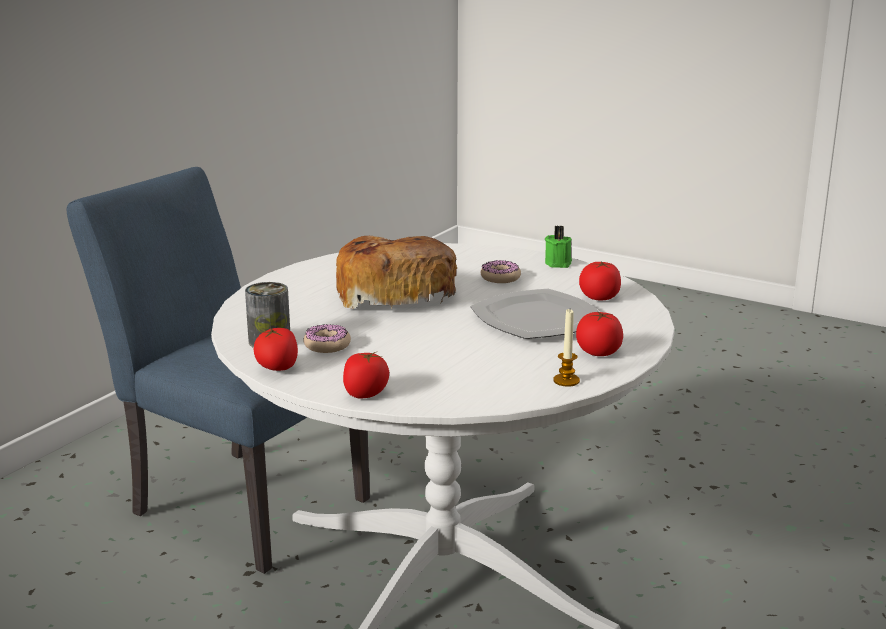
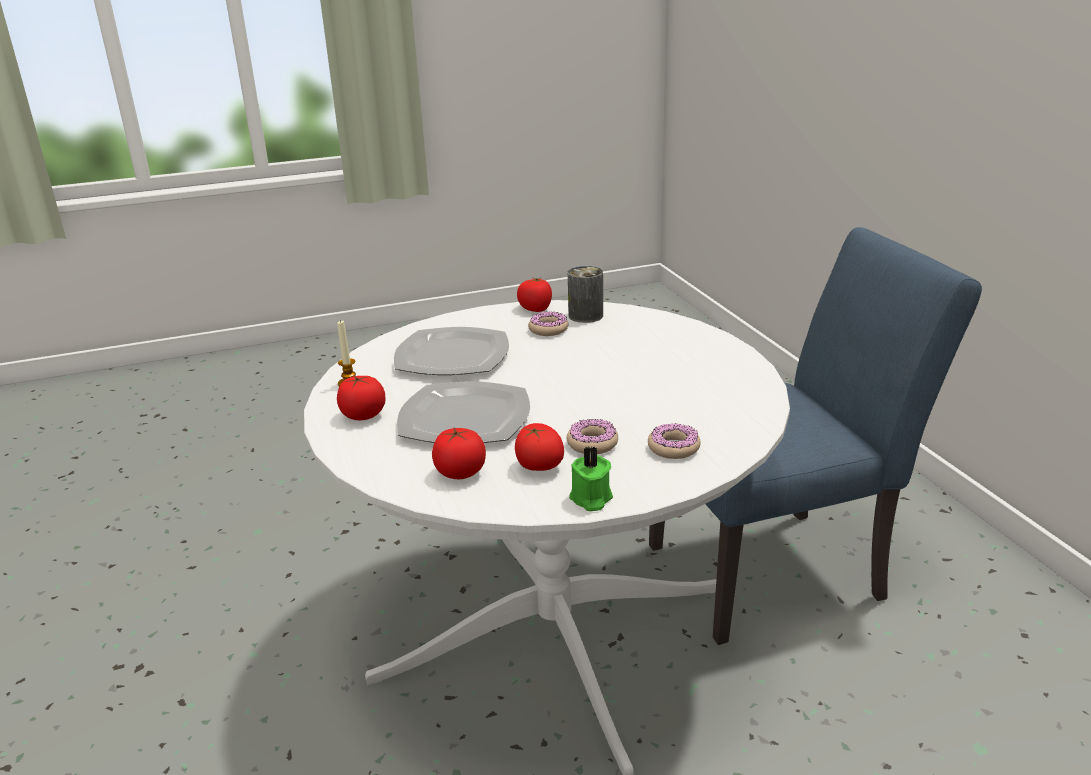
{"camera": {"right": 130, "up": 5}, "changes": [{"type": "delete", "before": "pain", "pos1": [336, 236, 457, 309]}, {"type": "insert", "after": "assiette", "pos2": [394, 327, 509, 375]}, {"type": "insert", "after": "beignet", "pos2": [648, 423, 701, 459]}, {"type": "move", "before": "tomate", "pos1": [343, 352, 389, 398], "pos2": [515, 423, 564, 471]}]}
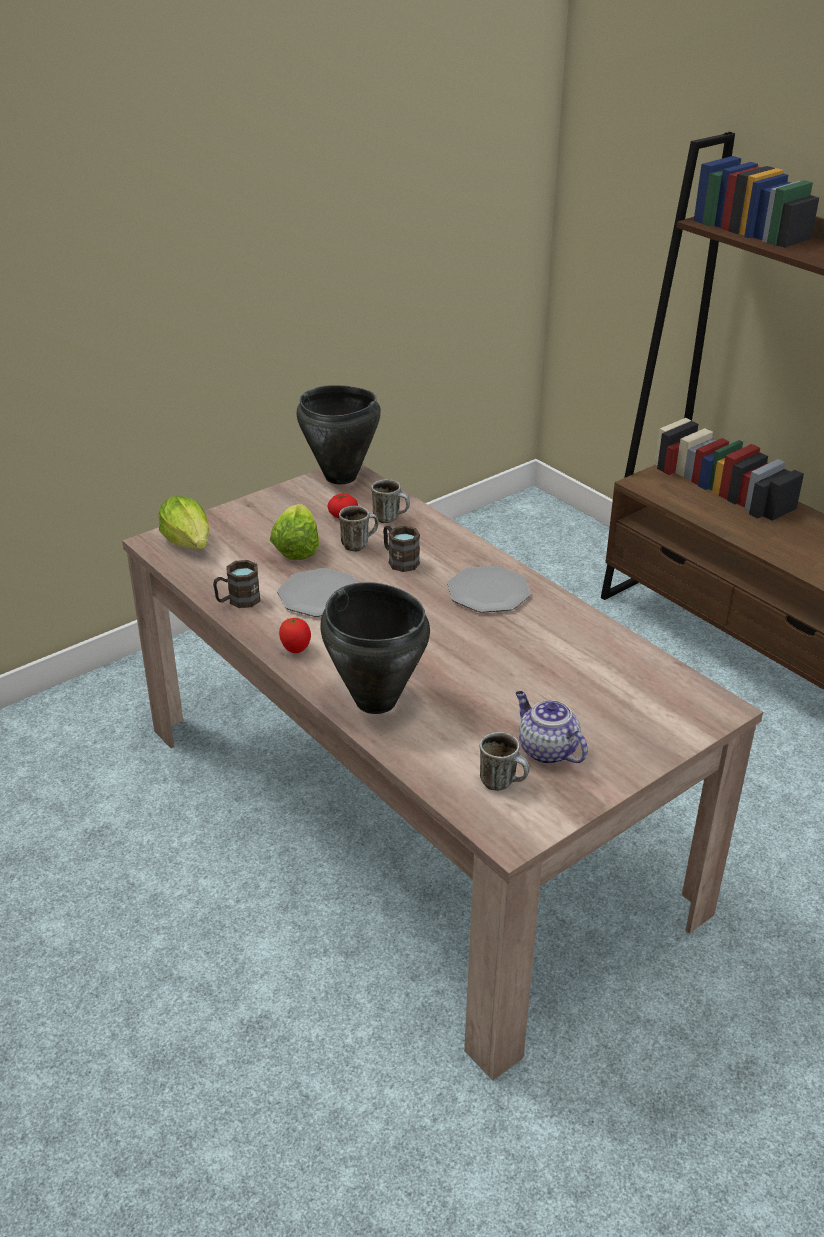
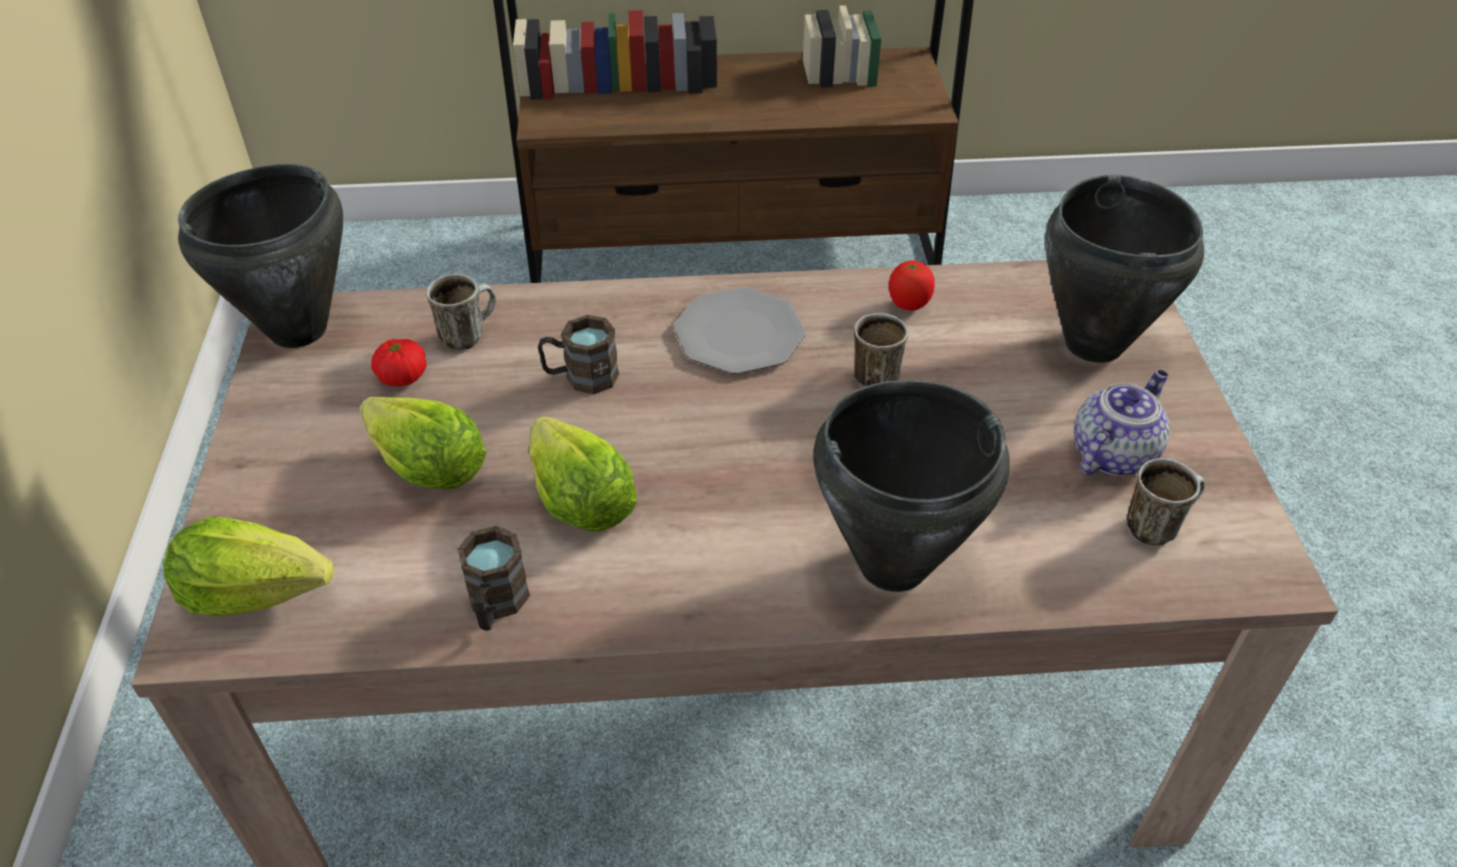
{"camera": {"right": -55, "up": 10}, "changes": [{"type": "insert", "after": "marmite/noir", "pos2": [1045, 175, 1204, 363]}, {"type": "move", "before": "tomate", "pos1": [279, 617, 311, 653], "pos2": [889, 260, 935, 311]}, {"type": "move", "before": "mug", "pos1": [339, 506, 379, 551], "pos2": [854, 313, 908, 387]}, {"type": "replace", "before": "assiette", "after": "laitue", "pos1": [277, 568, 357, 617], "pos2": [529, 416, 637, 532]}, {"type": "rotate", "before": "théière", "pos1": [516, 691, 588, 764], "pos2": [1074, 370, 1170, 476], "turn": 135}]}
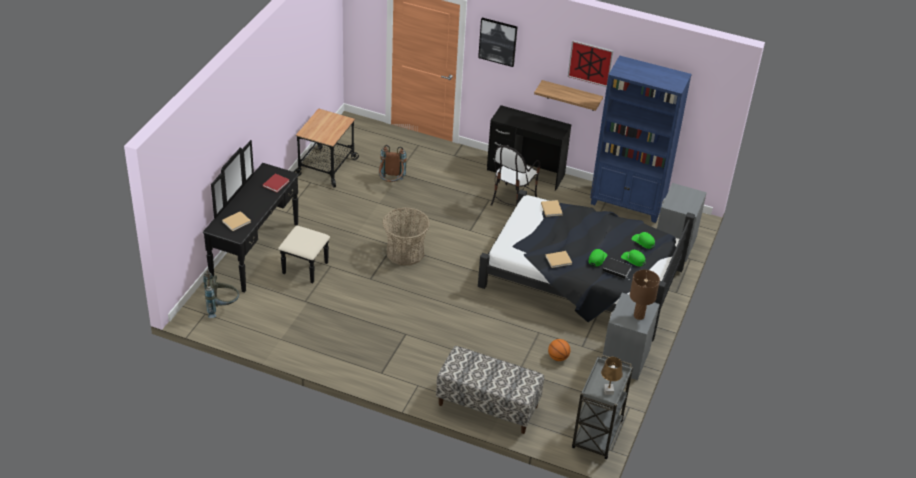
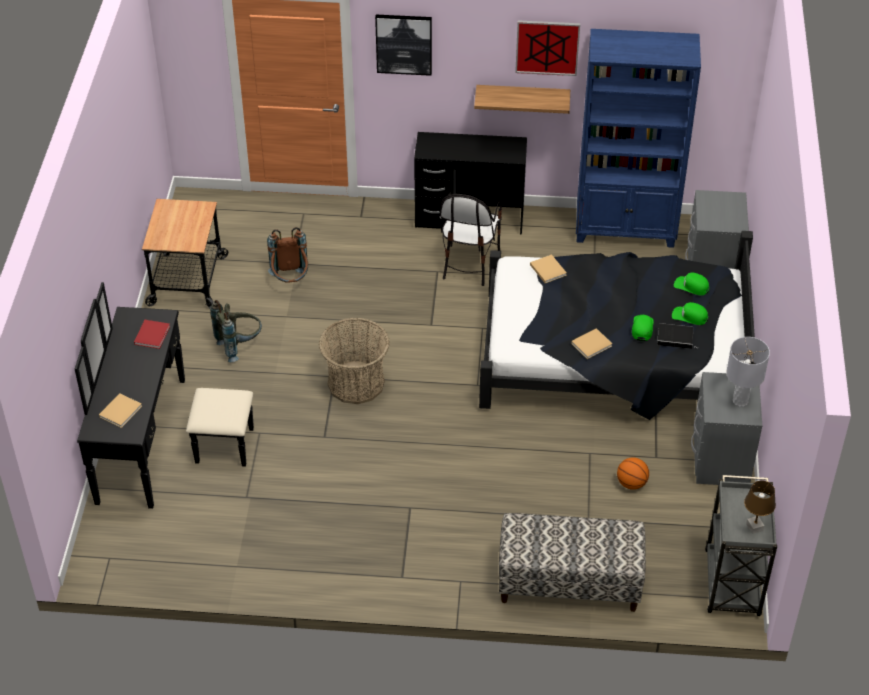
{"camera": {"right": -15, "up": 5}, "changes": [{"type": "move", "before": "sac à dos/gris", "pos1": [203, 270, 239, 318], "pos2": [210, 300, 262, 362]}, {"type": "recolor", "before": "lampe de table/marron", "after": "lampe de table/gris", "pos1": [630, 270, 660, 320], "pos2": [726, 337, 770, 407]}]}
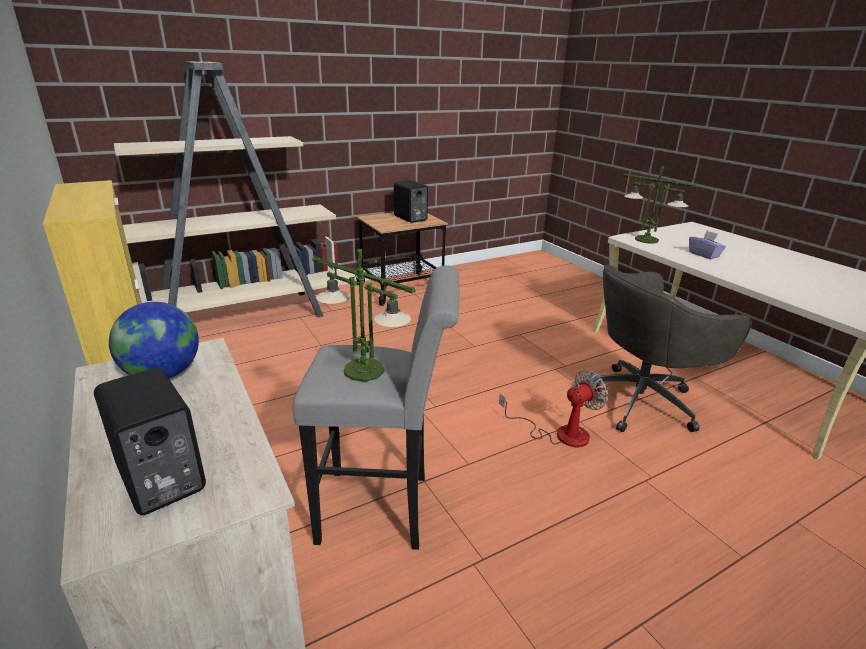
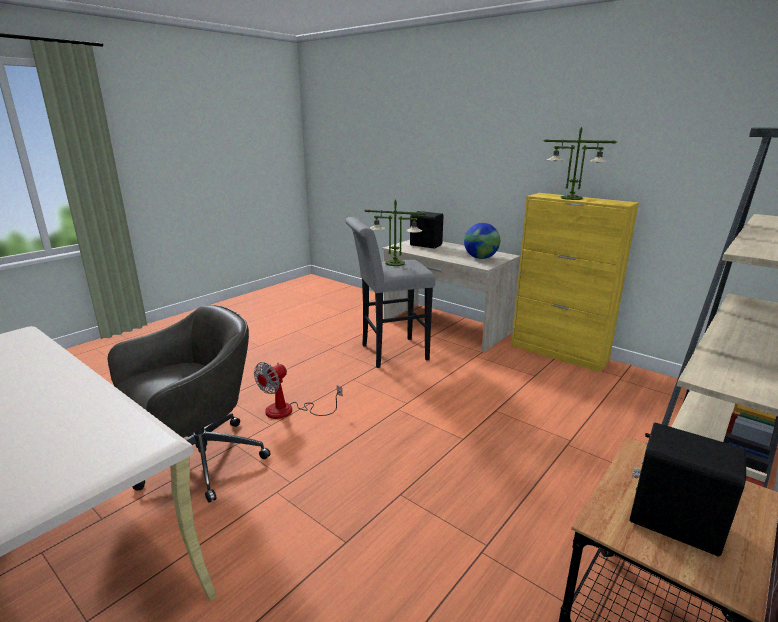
{"camera": {"right": 160, "up": -5}, "changes": [{"type": "delete", "before": "boîte à mouchoirs/violet", "pos1": [689, 231, 726, 259]}, {"type": "move", "before": "lampe de table", "pos1": [624, 165, 699, 244], "pos2": [544, 127, 617, 200]}]}
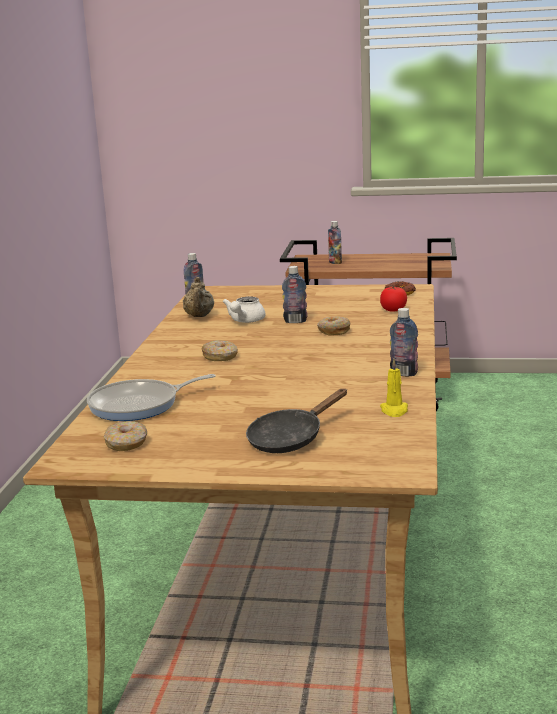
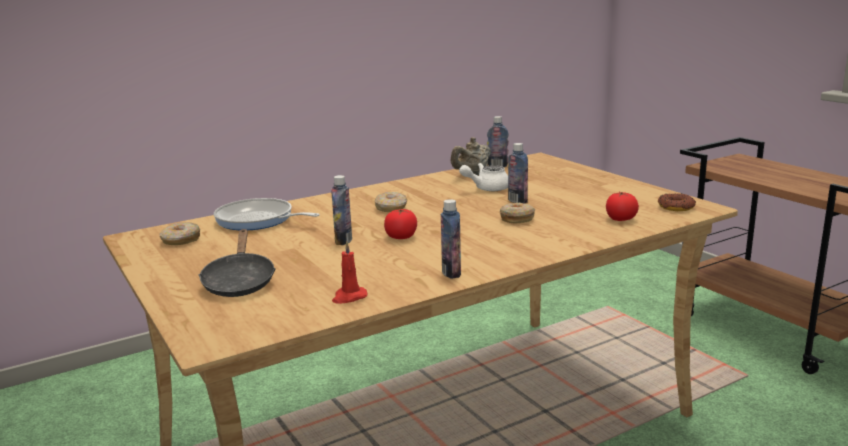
{"camera": {"right": 50, "up": 0}, "changes": [{"type": "insert", "after": "tomate", "pos2": [384, 209, 417, 239]}, {"type": "move", "before": "bouteille", "pos1": [328, 221, 342, 264], "pos2": [331, 175, 352, 245]}, {"type": "recolor", "before": "bougie/jaune", "after": "bougie/rouge", "pos1": [380, 359, 408, 417], "pos2": [332, 241, 368, 304]}, {"type": "rotate", "before": "poêle/noir", "pos1": [246, 389, 347, 453], "pos2": [199, 229, 276, 297], "turn": -105}]}
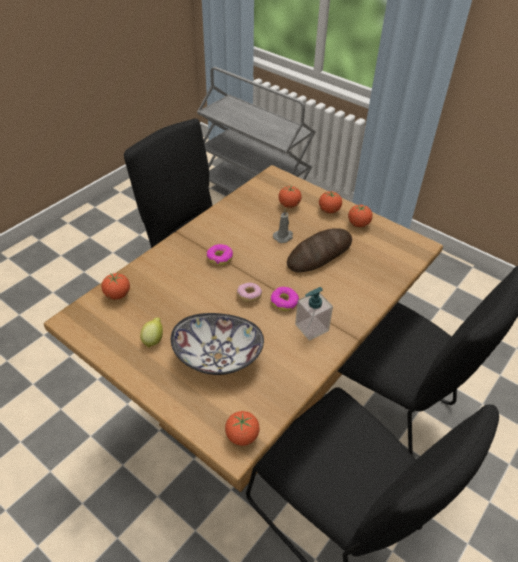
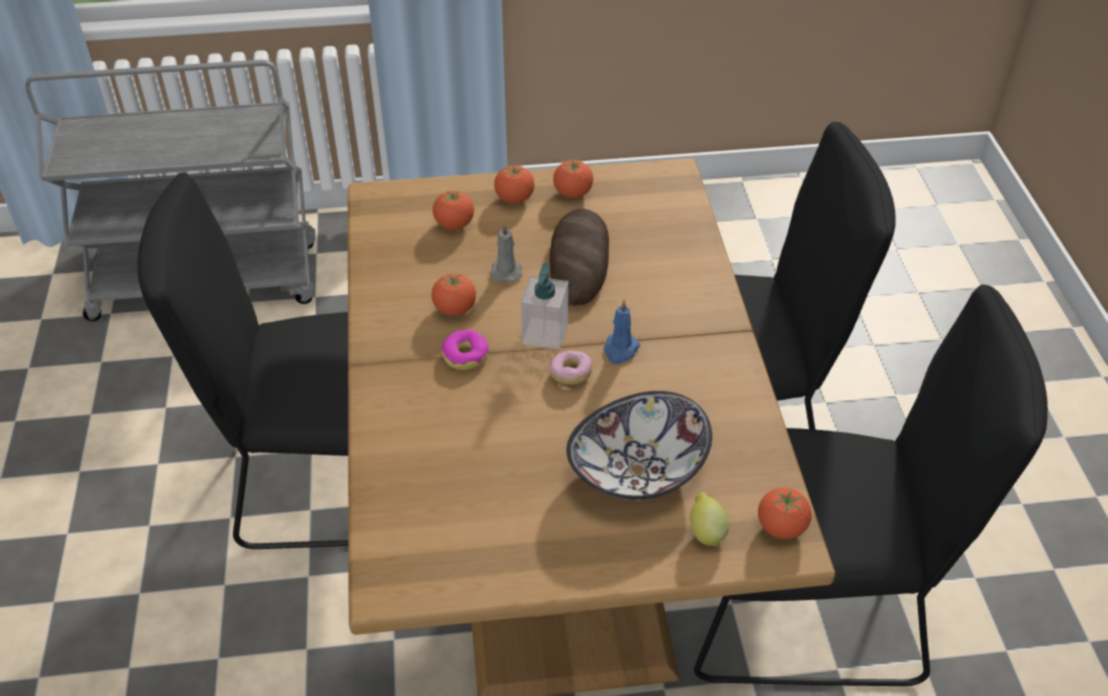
{"camera": {"right": -45, "up": 0}, "changes": [{"type": "move", "before": "tomate", "pos1": [101, 273, 130, 300], "pos2": [431, 274, 476, 316]}, {"type": "move", "before": "citron", "pos1": [140, 318, 163, 348], "pos2": [690, 492, 729, 547]}, {"type": "move", "before": "distributeur de savon", "pos1": [295, 287, 333, 341], "pos2": [521, 263, 568, 350]}, {"type": "replace", "before": "beignet", "after": "bougie/bleu", "pos1": [271, 287, 299, 311], "pos2": [604, 300, 640, 364]}]}
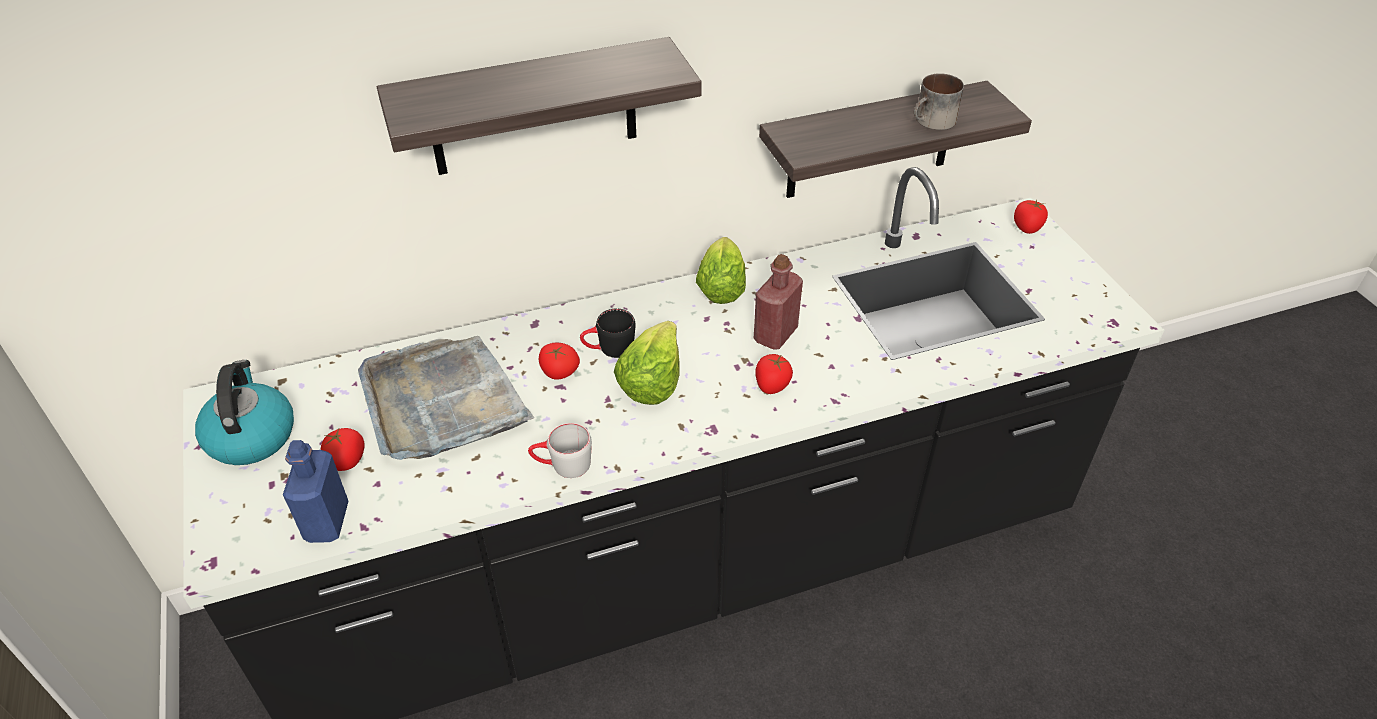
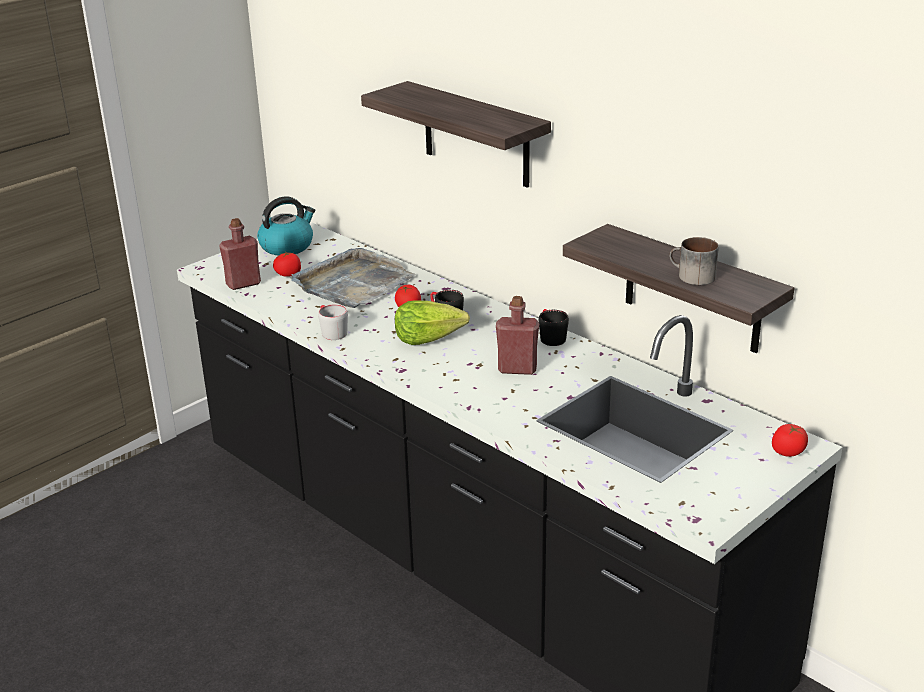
{"camera": {"right": 65, "up": -15}, "changes": [{"type": "delete", "before": "tomate", "pos1": [755, 354, 793, 394]}, {"type": "replace", "before": "laitue", "after": "mug/noir", "pos1": [696, 237, 746, 304], "pos2": [539, 309, 569, 346]}, {"type": "recolor", "before": "bouteille/bleu", "after": "bouteille/rouge", "pos1": [283, 440, 349, 543], "pos2": [219, 218, 261, 290]}]}
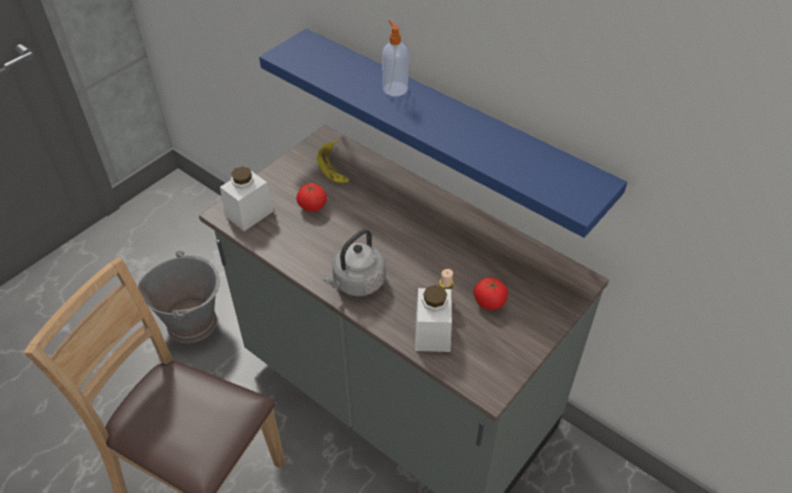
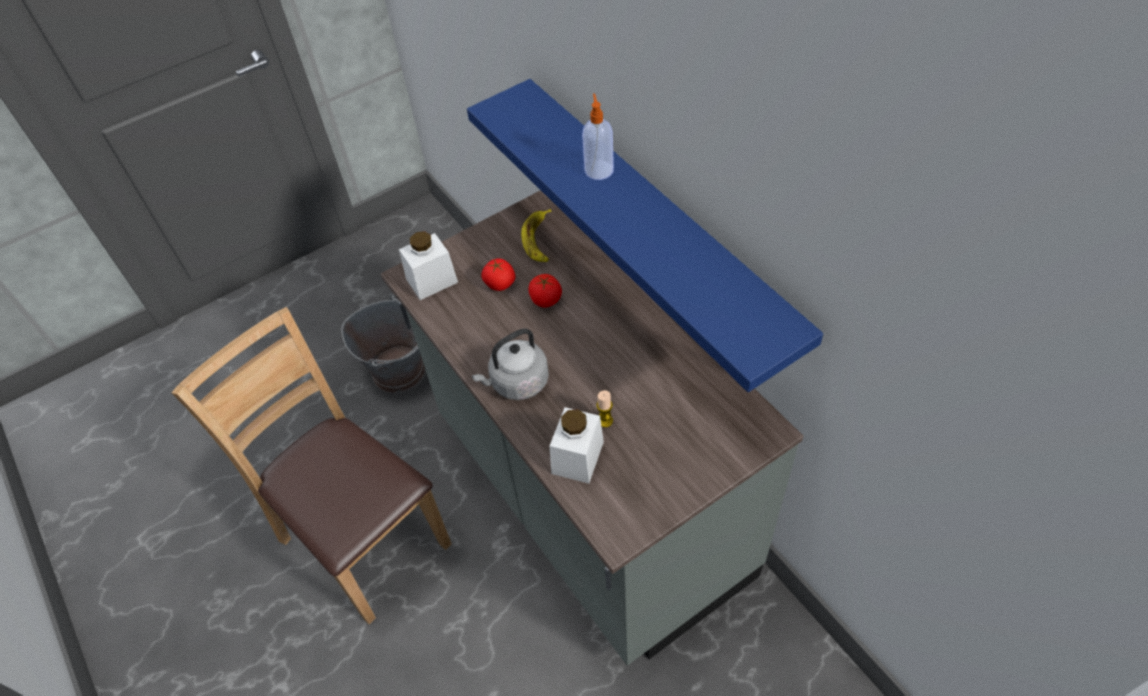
{"camera": {"right": 20, "up": 5}, "changes": [{"type": "move", "before": "tomate", "pos1": [474, 277, 508, 310], "pos2": [529, 274, 562, 308]}]}
